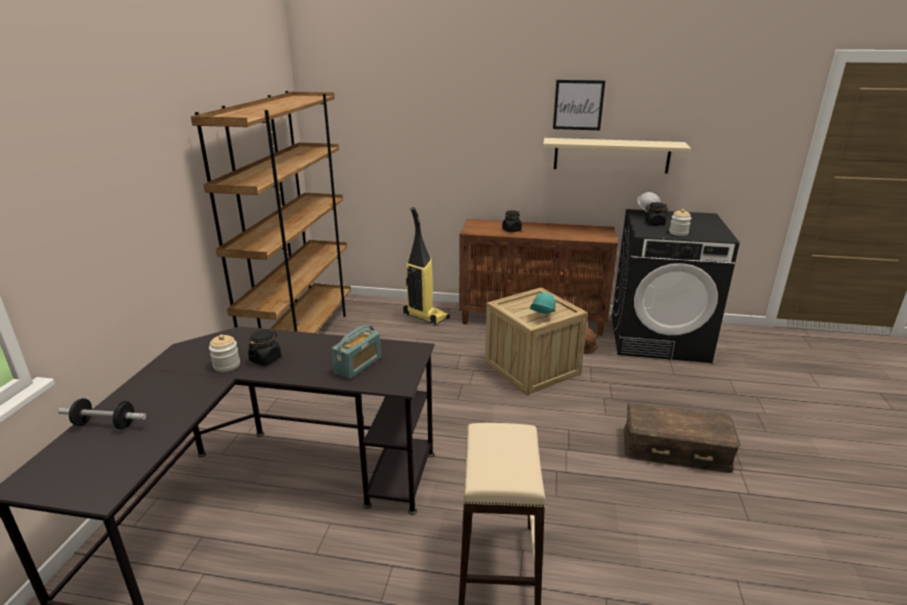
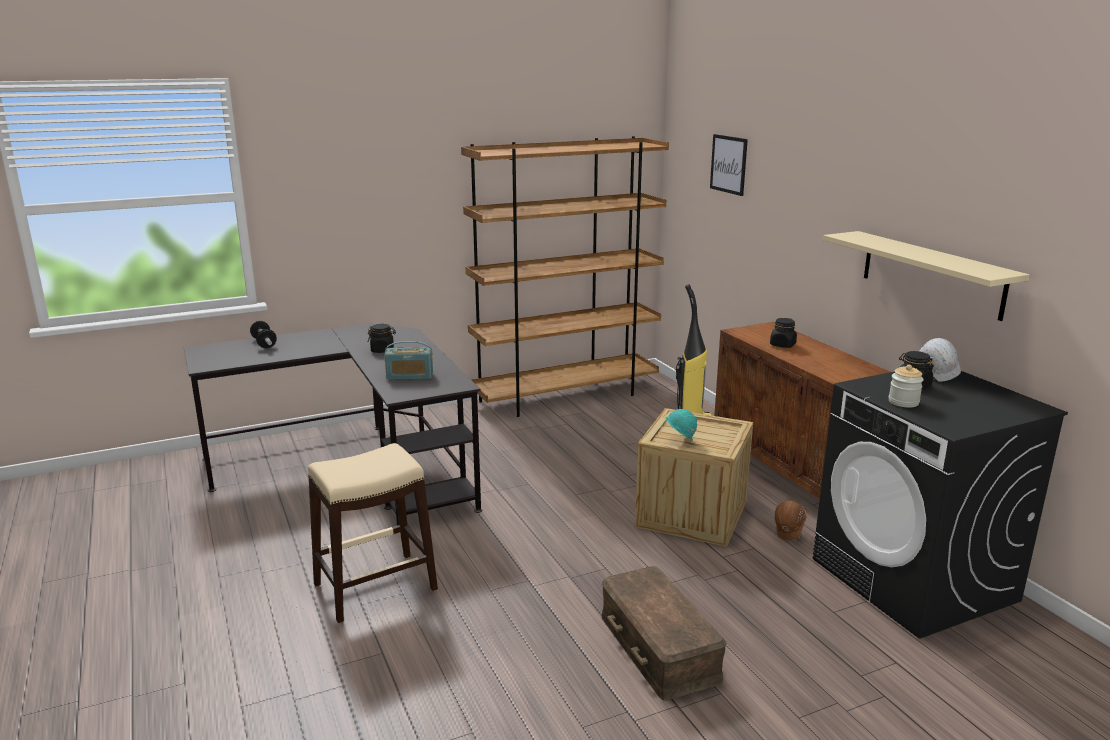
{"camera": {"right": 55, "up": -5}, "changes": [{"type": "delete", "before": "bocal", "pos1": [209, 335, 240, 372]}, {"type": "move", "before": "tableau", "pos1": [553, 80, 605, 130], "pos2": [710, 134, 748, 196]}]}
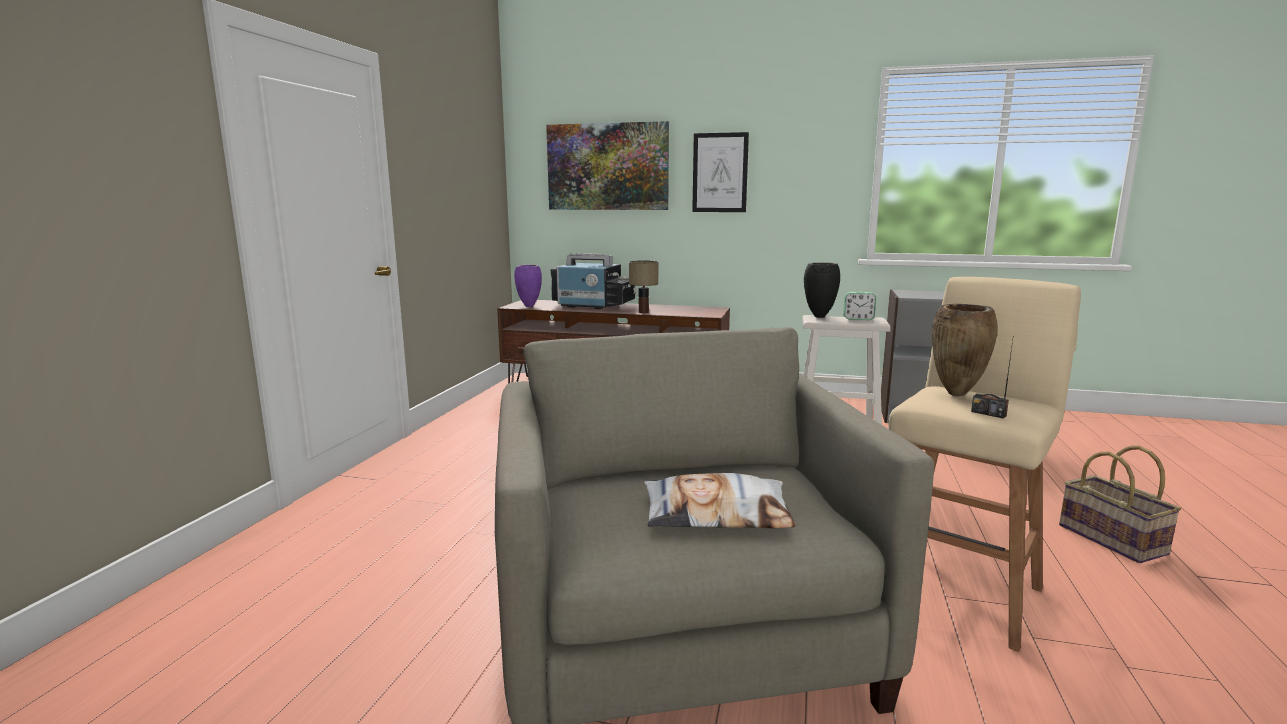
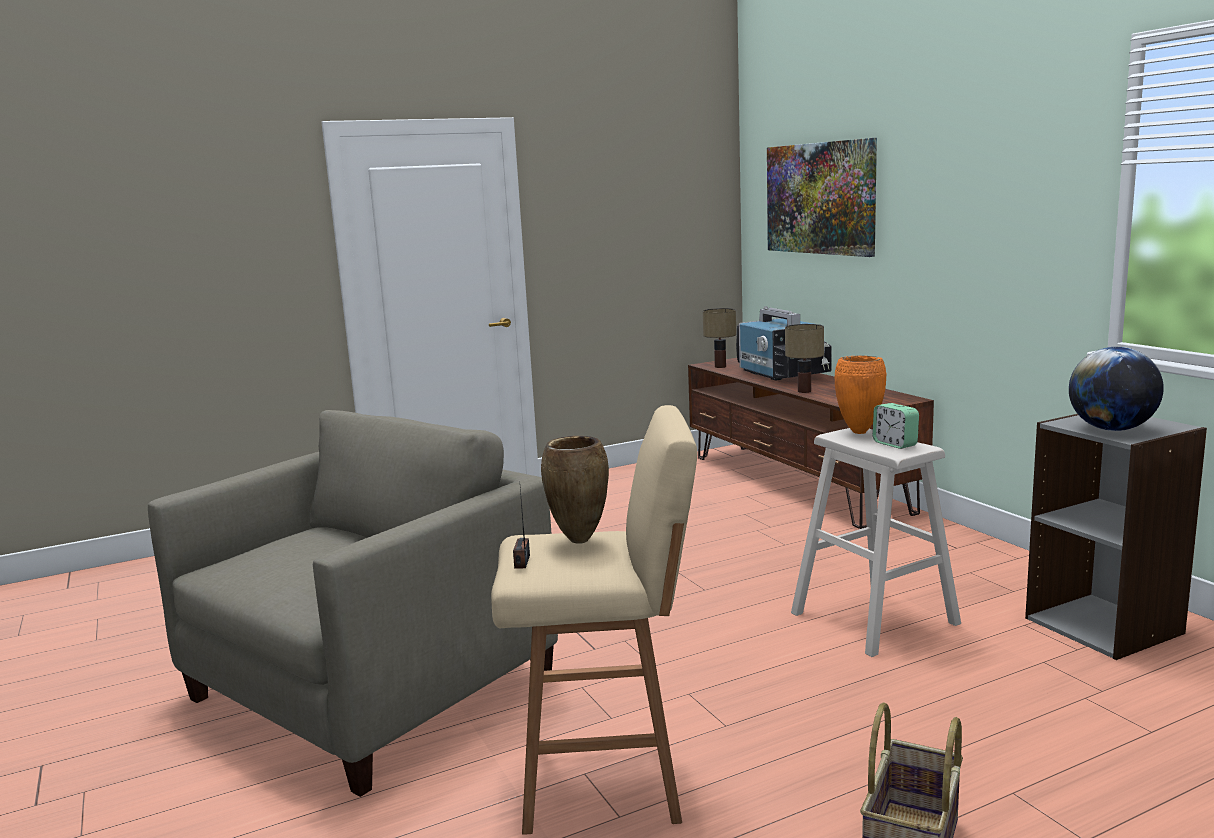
{"camera": {"right": 50, "up": 0}, "changes": [{"type": "delete", "before": "coussin", "pos1": [644, 473, 796, 529]}, {"type": "delete", "before": "tableau", "pos1": [692, 132, 749, 212]}, {"type": "insert", "after": "globe", "pos2": [1069, 347, 1164, 431]}, {"type": "replace", "before": "vase/violet", "after": "lampe de table", "pos1": [514, 265, 542, 307], "pos2": [703, 308, 736, 368]}, {"type": "recolor", "before": "vase/noir", "after": "vase/orange", "pos1": [804, 263, 840, 318], "pos2": [835, 356, 886, 434]}]}
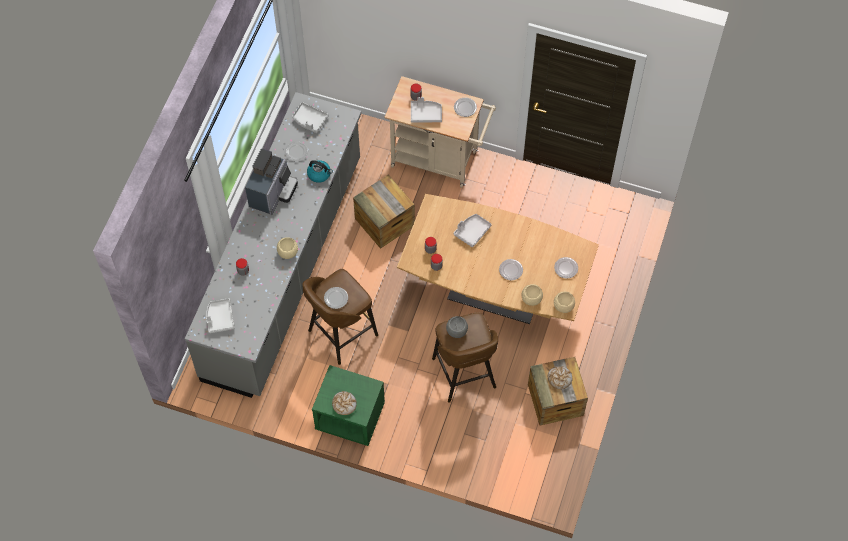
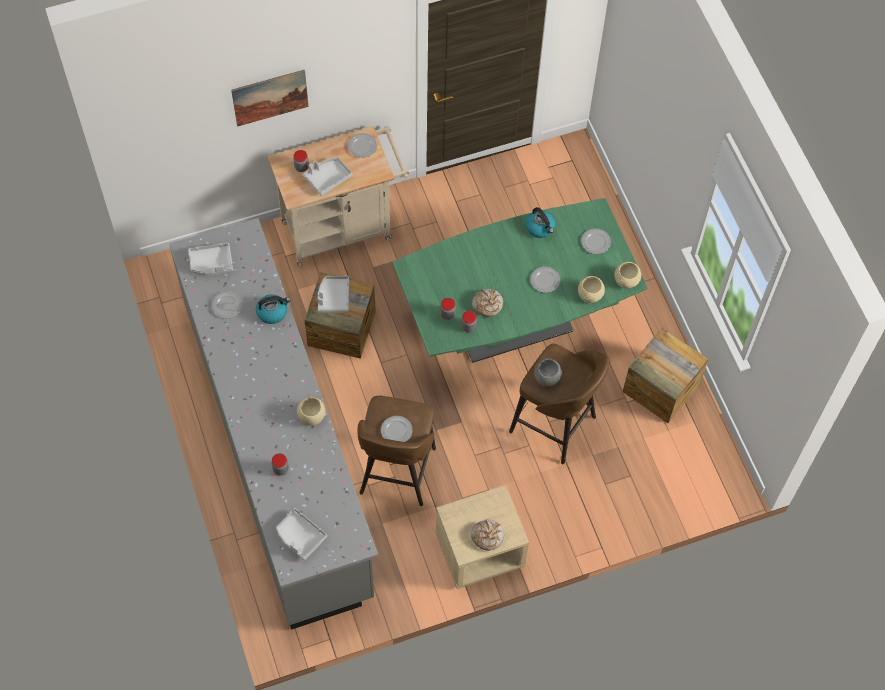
{"camera": {"right": -40, "up": 0}, "changes": [{"type": "delete", "before": "machine à café", "pos1": [245, 149, 298, 215]}, {"type": "insert", "after": "tableau", "pos2": [231, 70, 309, 127]}, {"type": "insert", "after": "bouilloire", "pos2": [526, 207, 555, 238]}, {"type": "move", "before": "plateau/gris", "pos1": [453, 214, 492, 247], "pos2": [318, 276, 349, 313]}, {"type": "move", "before": "pain", "pos1": [548, 366, 573, 389], "pos2": [472, 289, 503, 317]}, {"type": "recolor", "before": "table de chevet/vert", "after": "table de chevet/beige", "pos1": [312, 365, 385, 446], "pos2": [435, 485, 529, 589]}, {"type": "recolor", "before": "table à manger/marron", "after": "table à manger/vert", "pos1": [397, 194, 599, 324], "pos2": [392, 198, 648, 363]}]}
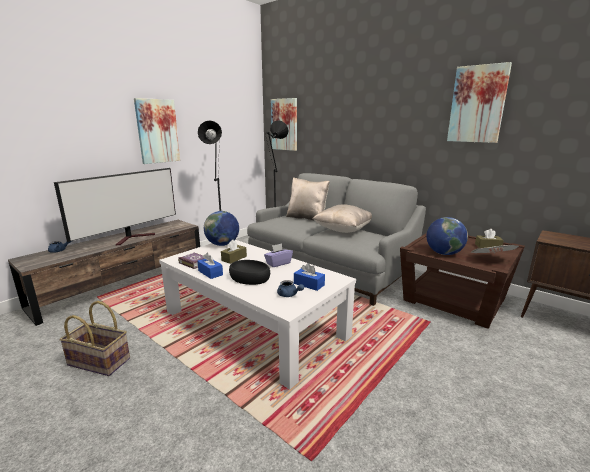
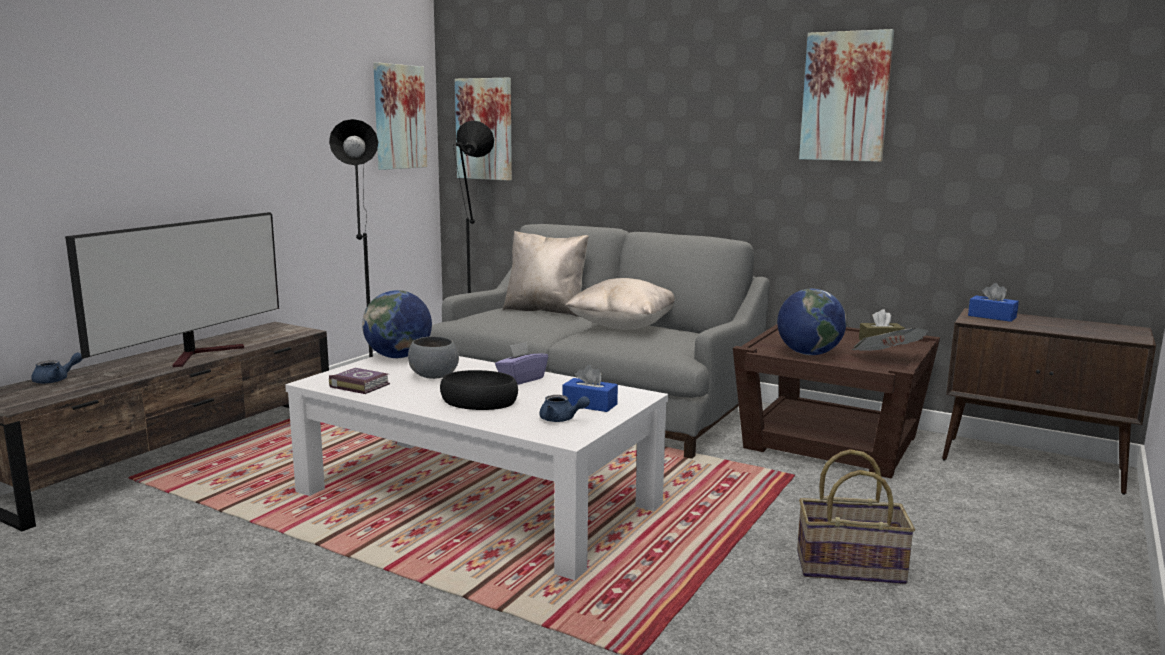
{"camera": {"right": -10, "up": -5}, "changes": [{"type": "move", "before": "panier", "pos1": [60, 301, 130, 376], "pos2": [797, 449, 915, 584]}, {"type": "move", "before": "tableau", "pos1": [134, 98, 180, 164], "pos2": [373, 62, 427, 170]}, {"type": "move", "before": "boîte à mouchoirs/bleu", "pos1": [197, 253, 223, 279], "pos2": [968, 283, 1019, 322]}, {"type": "replace", "before": "boîte à mouchoirs/marron", "after": "bol/gris", "pos1": [221, 240, 247, 264], "pos2": [408, 336, 459, 379]}]}
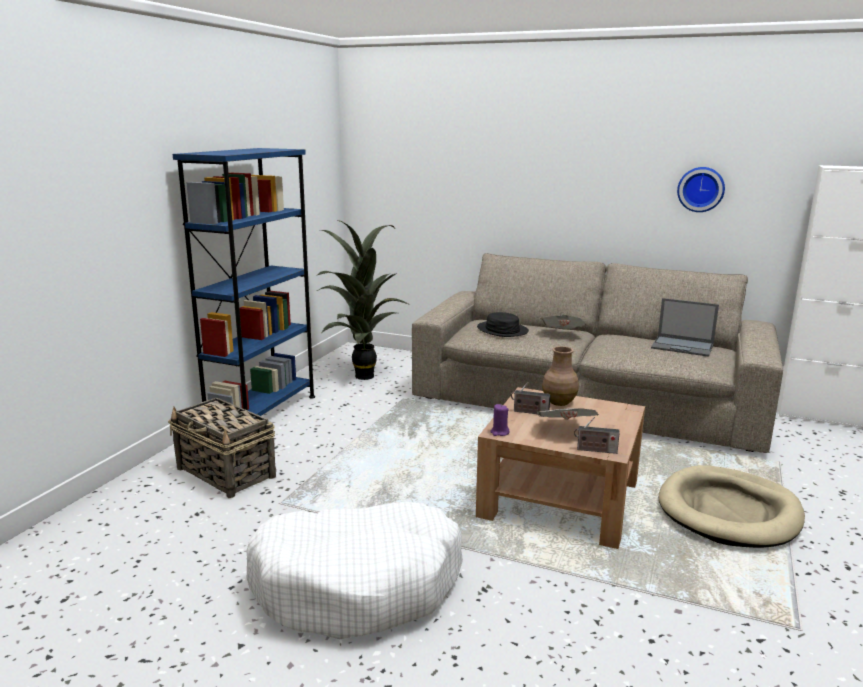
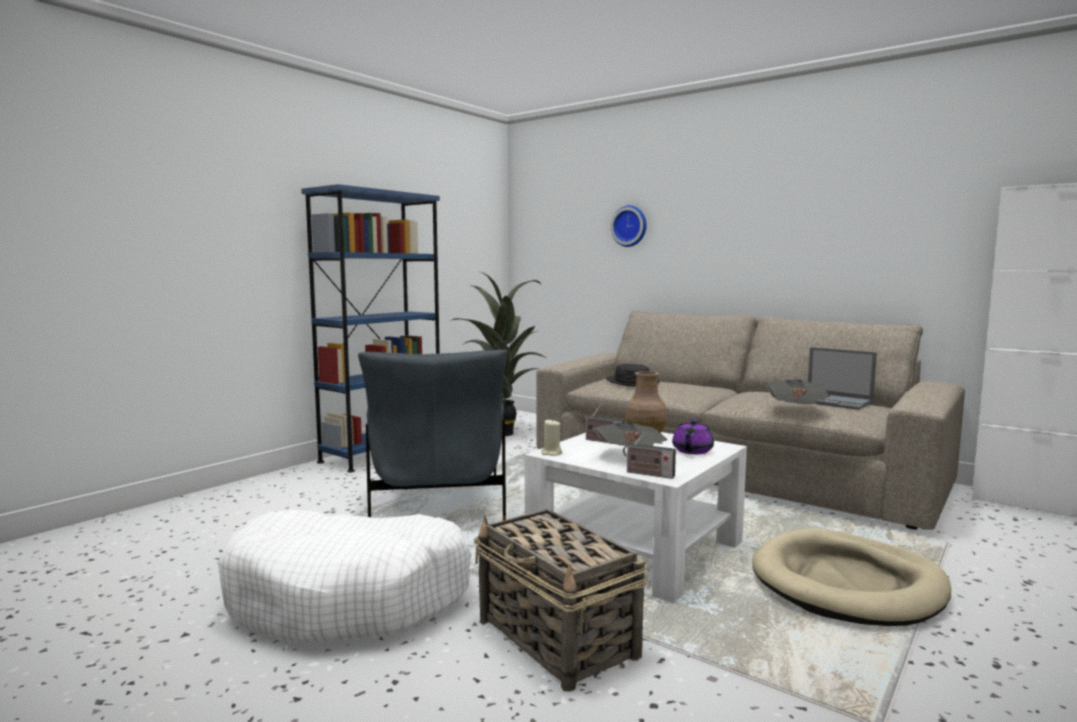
{"camera": {"right": 15, "up": -10}, "changes": [{"type": "insert", "after": "fauteuil/gris", "pos2": [358, 350, 507, 521]}, {"type": "insert", "after": "théière/violet", "pos2": [672, 419, 714, 454]}, {"type": "move", "before": "panier", "pos1": [168, 398, 276, 498], "pos2": [474, 509, 647, 692]}, {"type": "move", "before": "journal", "pos1": [540, 315, 586, 329], "pos2": [765, 379, 830, 405]}, {"type": "move", "before": "horloge murale", "pos1": [677, 167, 725, 212], "pos2": [611, 205, 647, 247]}, {"type": "recolor", "before": "table basse/marron", "after": "table basse/blanc", "pos1": [476, 387, 645, 549], "pos2": [525, 432, 747, 603]}, {"type": "recolor", "before": "bougie/violet", "after": "bougie/beige", "pos1": [490, 404, 510, 436], "pos2": [541, 420, 562, 456]}]}
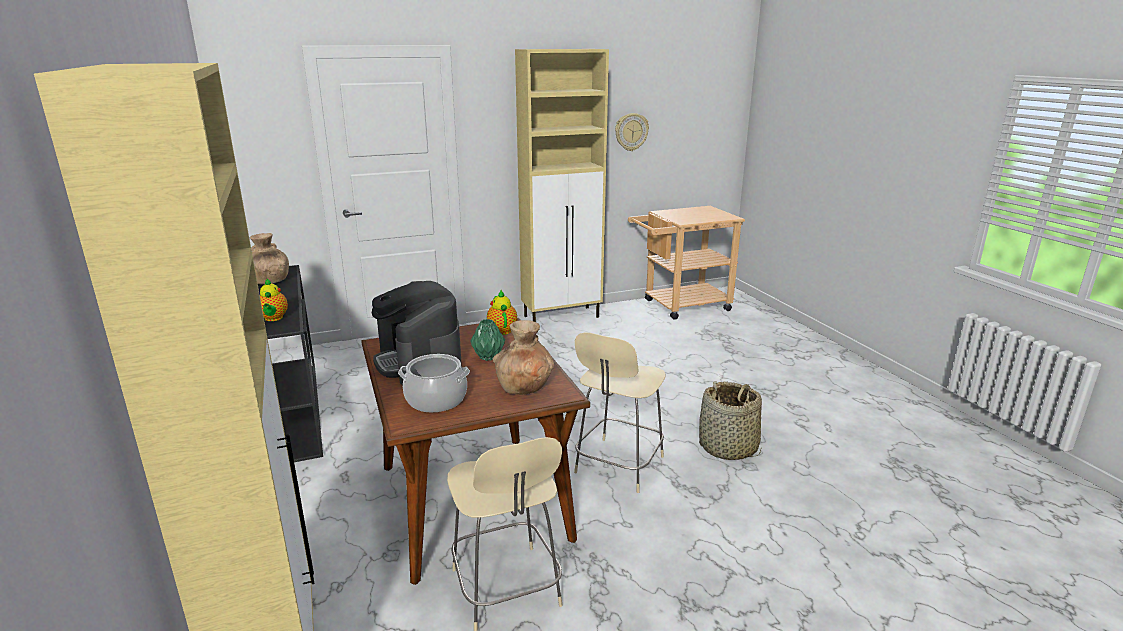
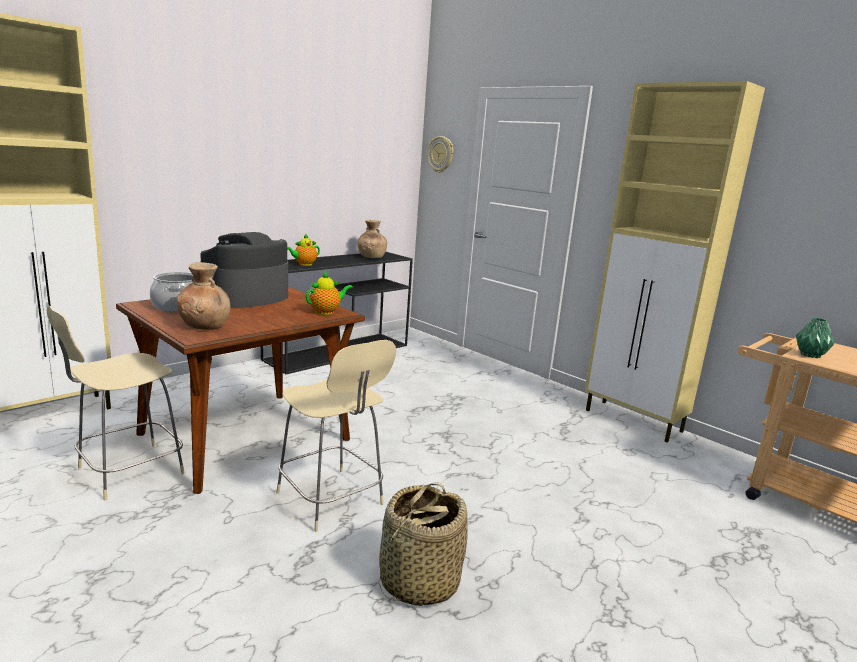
{"camera": {"right": 65, "up": -5}, "changes": [{"type": "move", "before": "vase/vert", "pos1": [470, 319, 505, 361], "pos2": [796, 318, 835, 358]}, {"type": "move", "before": "horloge murale", "pos1": [615, 113, 649, 151], "pos2": [427, 136, 453, 173]}, {"type": "rotate", "before": "chaise/beige", "pos1": [574, 332, 666, 493], "pos2": [276, 340, 396, 532], "turn": -135}]}
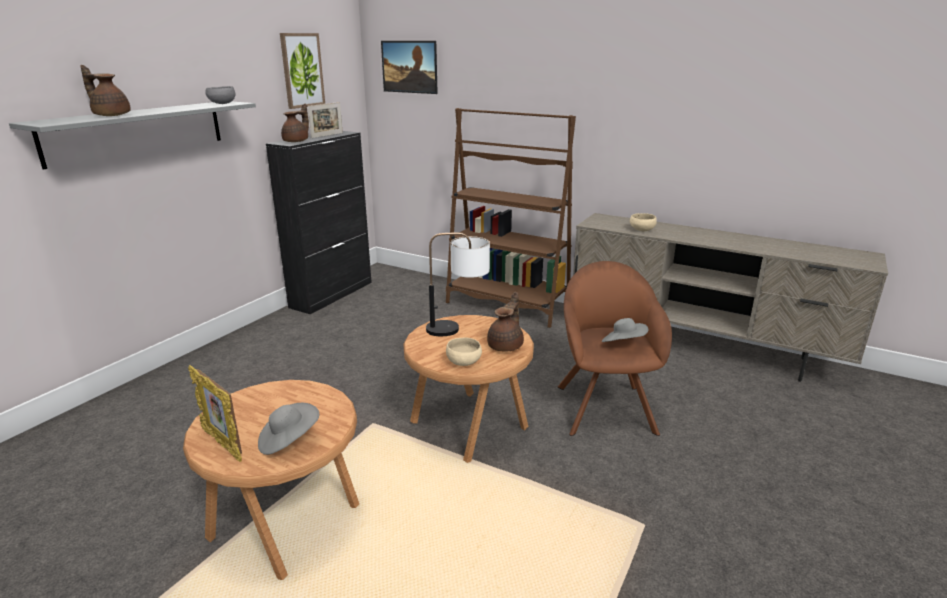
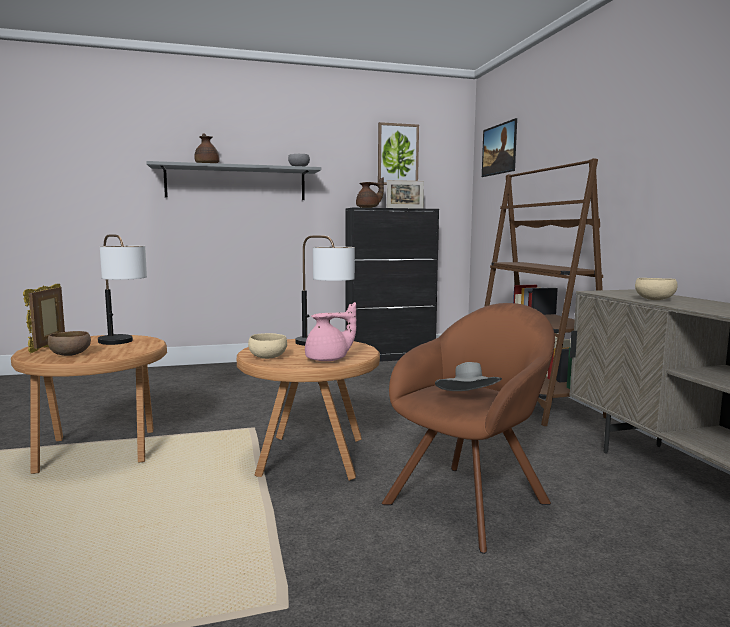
{"camera": {"right": 45, "up": -15}, "changes": [{"type": "insert", "after": "lampe de table", "pos2": [98, 234, 147, 345]}, {"type": "replace", "before": "chapeau/gris", "after": "bol/marron", "pos1": [258, 403, 319, 455], "pos2": [48, 331, 91, 356]}, {"type": "recolor", "before": "théière/marron", "after": "théière/rose", "pos1": [487, 292, 524, 351], "pos2": [305, 302, 356, 361]}]}
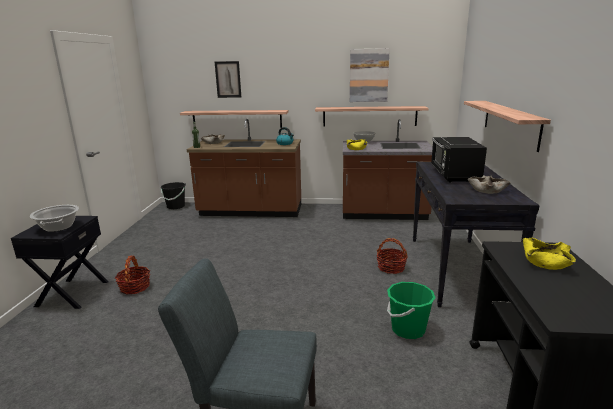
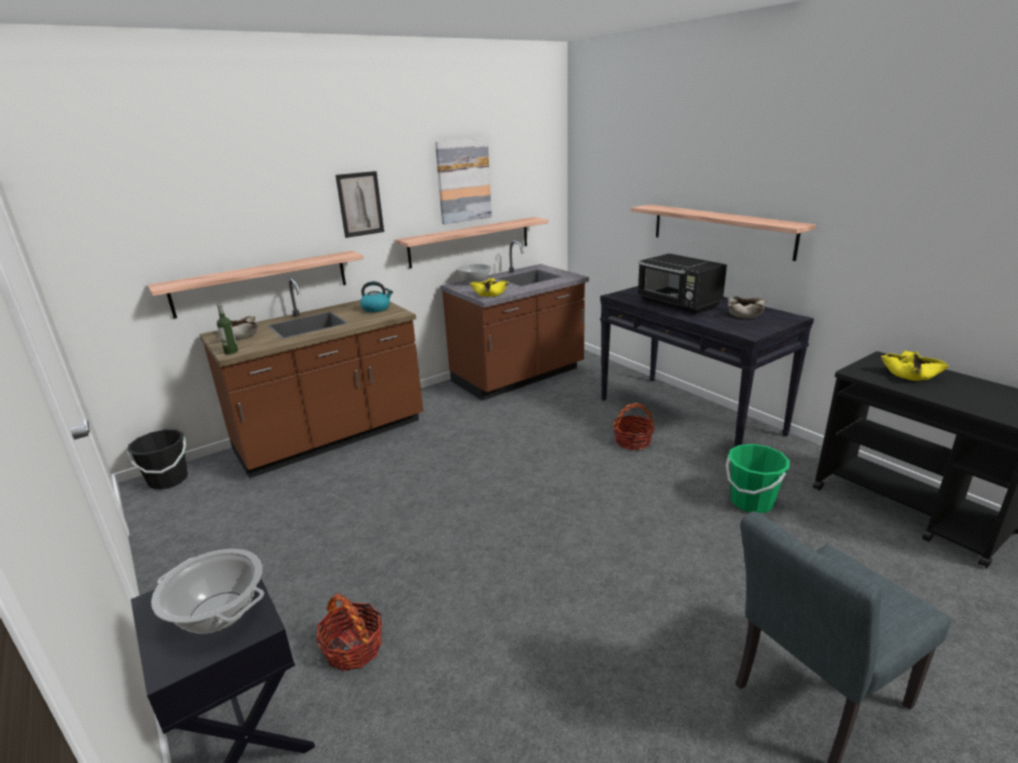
{"camera": {"right": -40, "up": 5}, "changes": [{"type": "move", "before": "tableau", "pos1": [215, 61, 241, 98], "pos2": [335, 171, 384, 238]}]}
